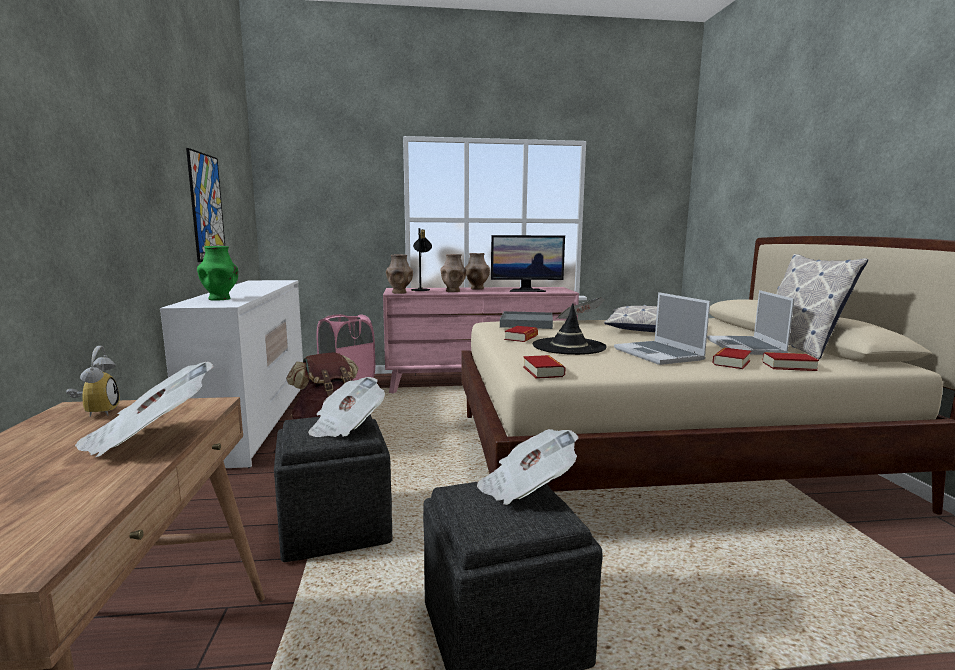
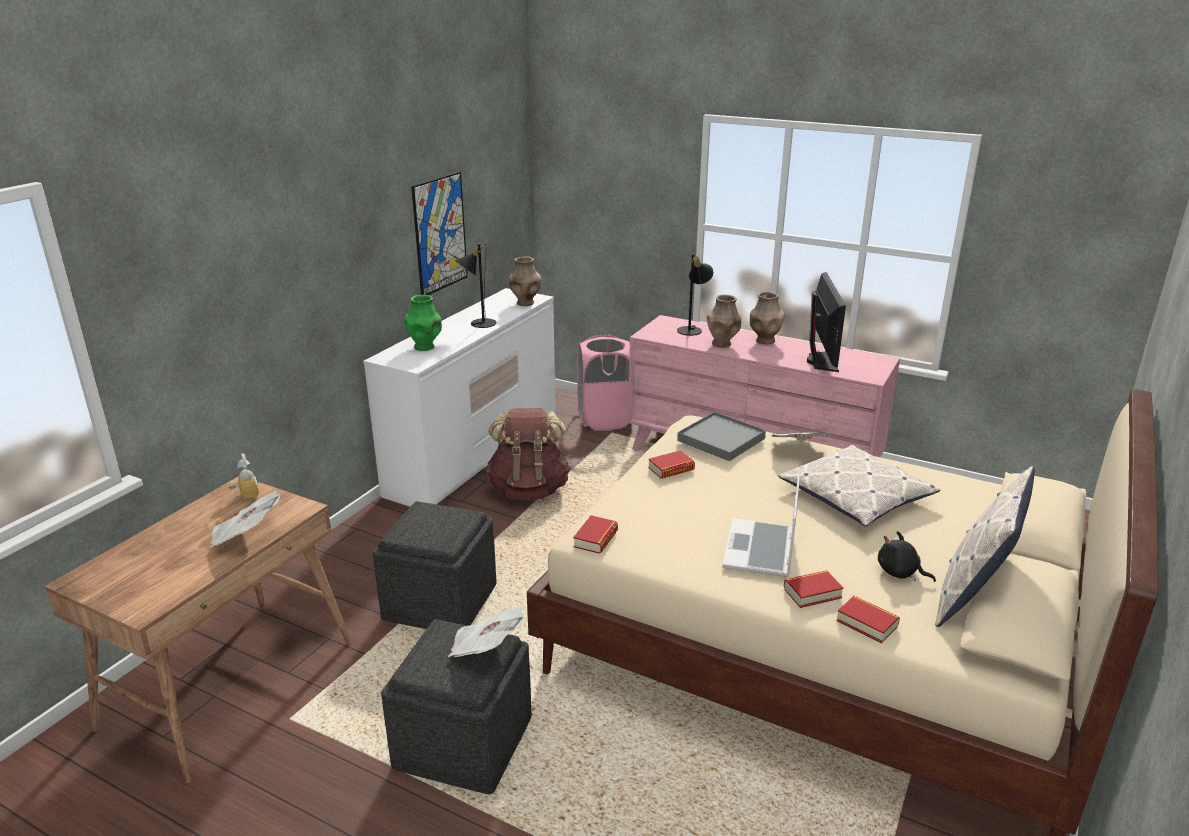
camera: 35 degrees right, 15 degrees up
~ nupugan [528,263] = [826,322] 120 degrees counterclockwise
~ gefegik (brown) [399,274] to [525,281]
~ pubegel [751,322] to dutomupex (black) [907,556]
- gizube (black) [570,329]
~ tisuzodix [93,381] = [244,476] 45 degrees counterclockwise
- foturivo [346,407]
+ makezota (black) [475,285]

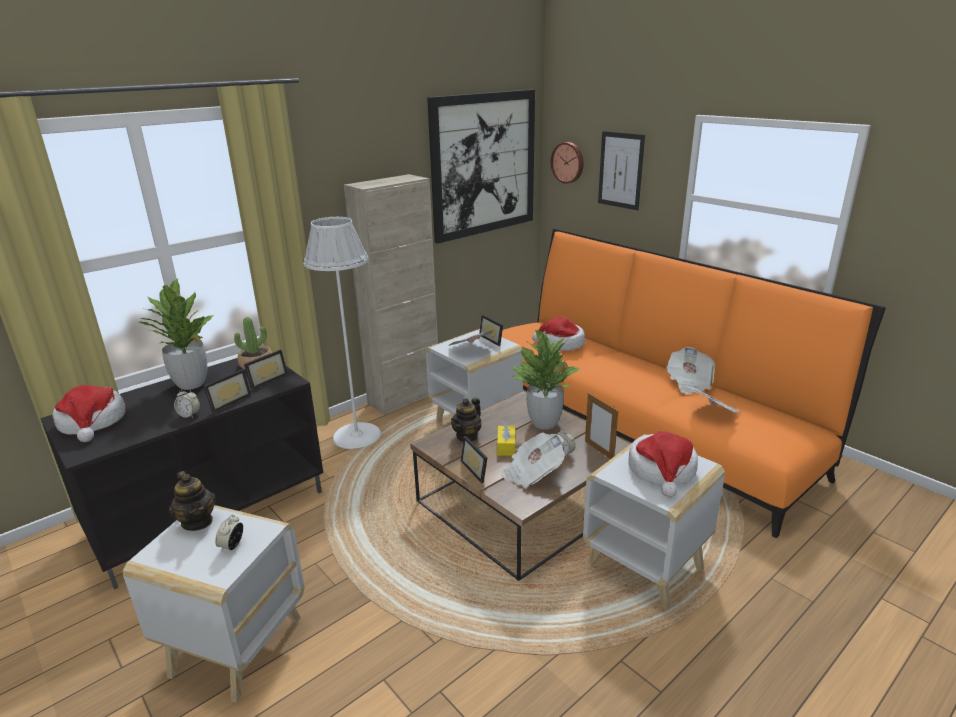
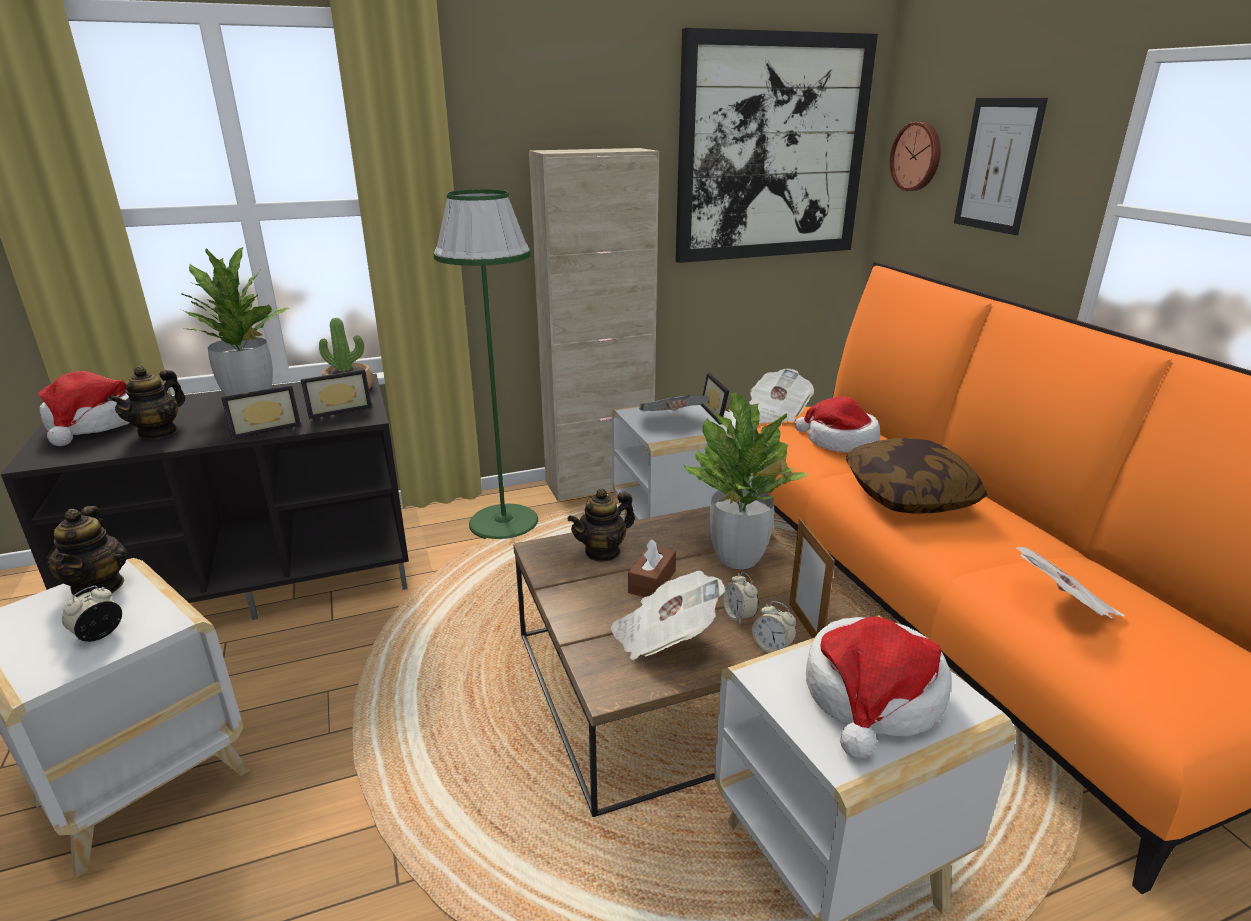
camera: 20 degrees right, 0 degrees up
~ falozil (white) [342,333] to falozil (green) [485,364]
~ foturivo [690,370] to [781,396]
~ tisuzodix [187,403] to [774,627]
~ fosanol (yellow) [506,439] to fosanol (brown) [652,568]
- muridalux [474,459]
+ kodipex [146,402]
+ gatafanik [917,476]

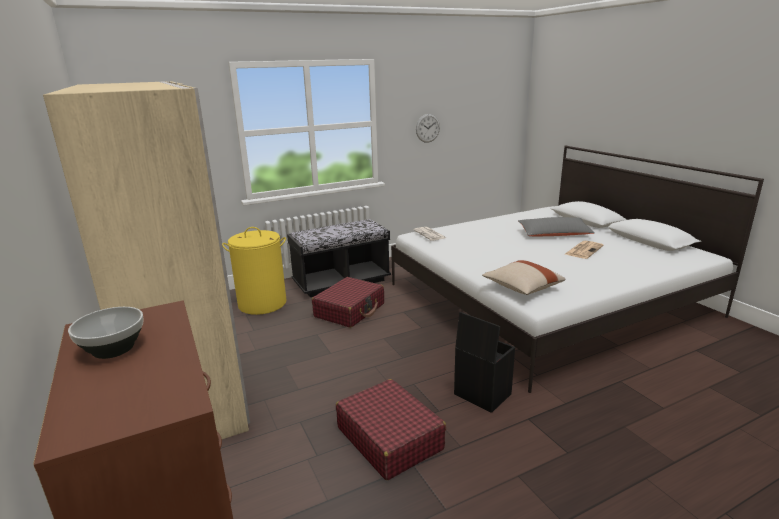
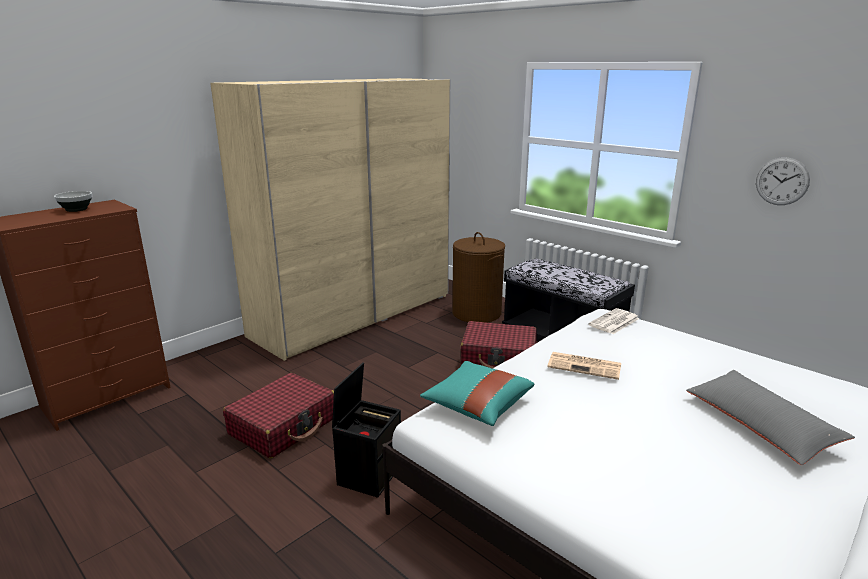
camera: 70 degrees right, 0 degrees up
~ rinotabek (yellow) [254,271] to rinotabek (brown) [478,277]
~ foturivo [584,250] to [584,366]
~ gatafanik (beige) [523,277] to gatafanik (turquoise) [477,393]

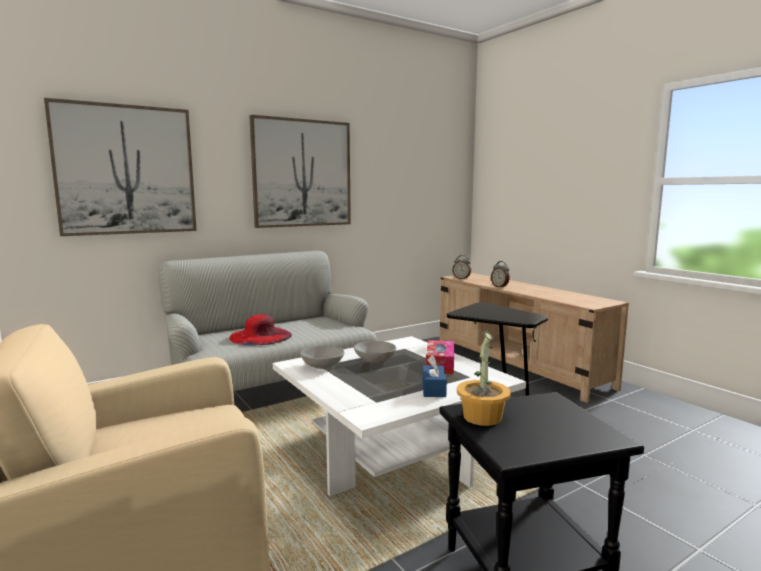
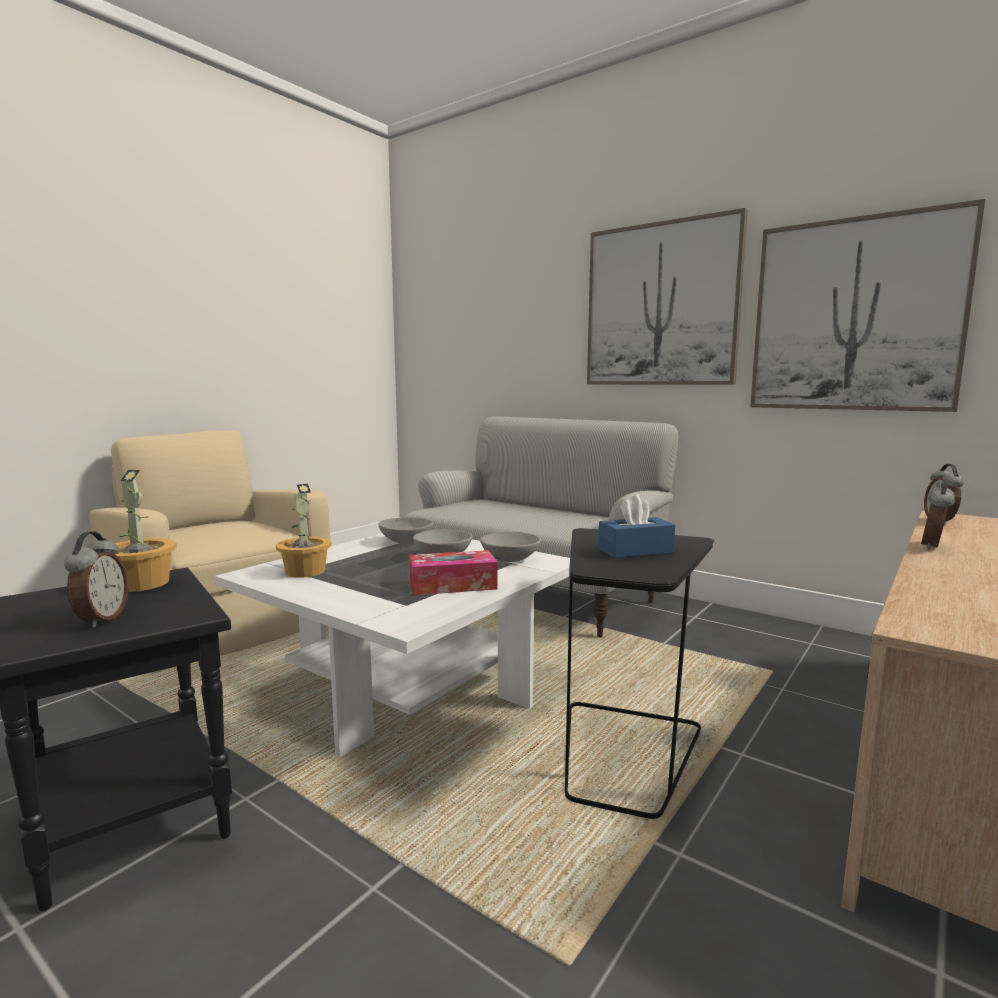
camera: 70 degrees right, 0 degrees up
~ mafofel [120,167] to [867,305]
- gizube (red) [260,330]
~ fosanol (blue) [434,376] to [636,526]
+ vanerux [304,531]
+ tisuzodix [96,579]
+ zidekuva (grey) [510,546]

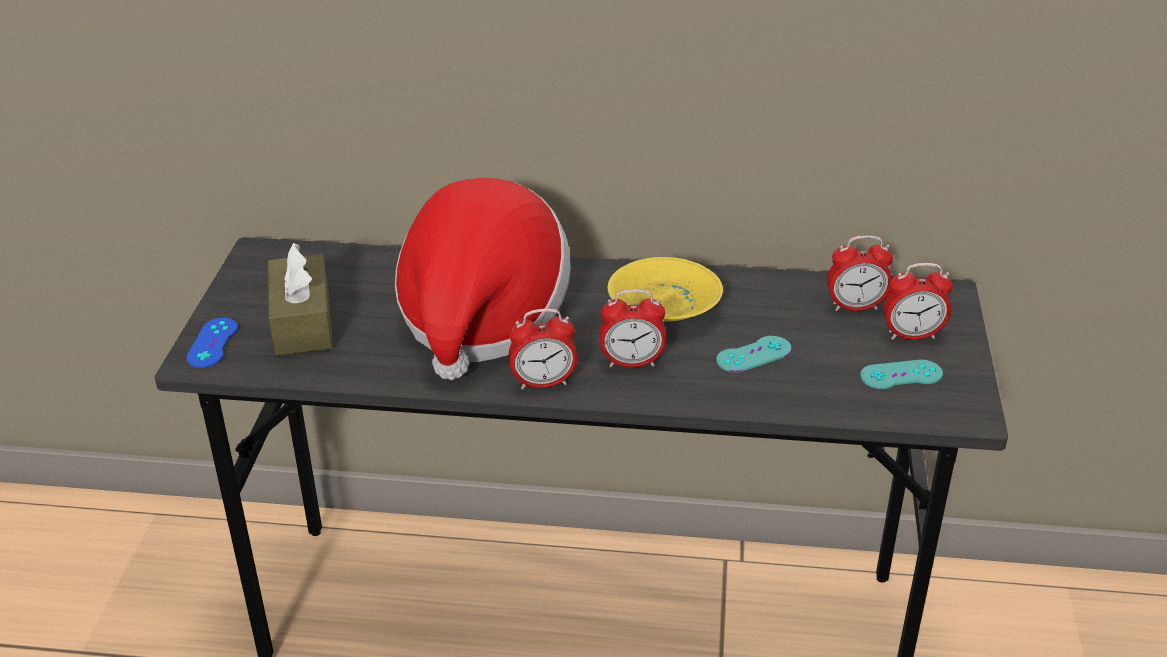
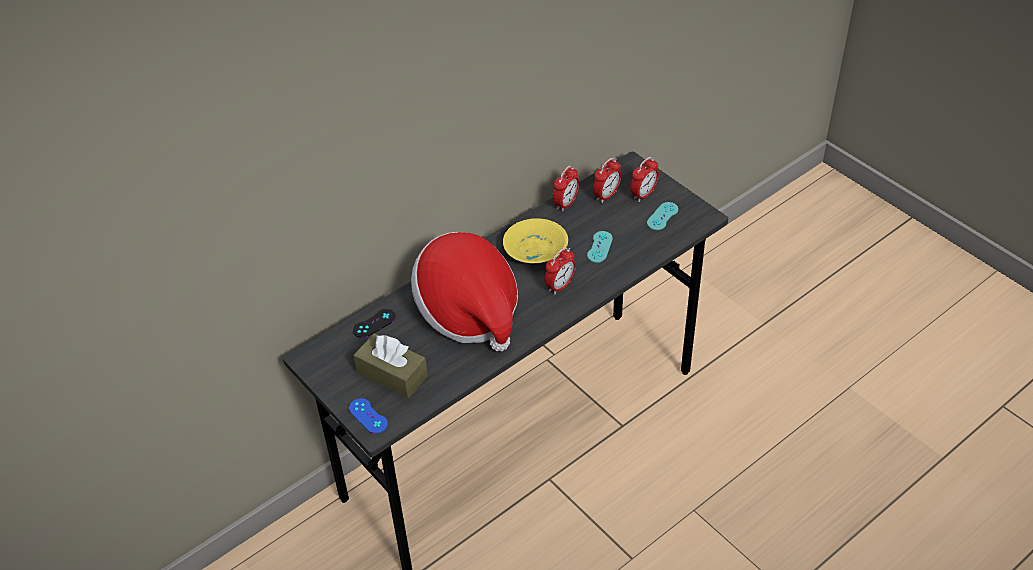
camera: 45 degrees left, 10 degrees up
~ tisuzodix [543,349] to [566,188]
+ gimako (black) [374,323]

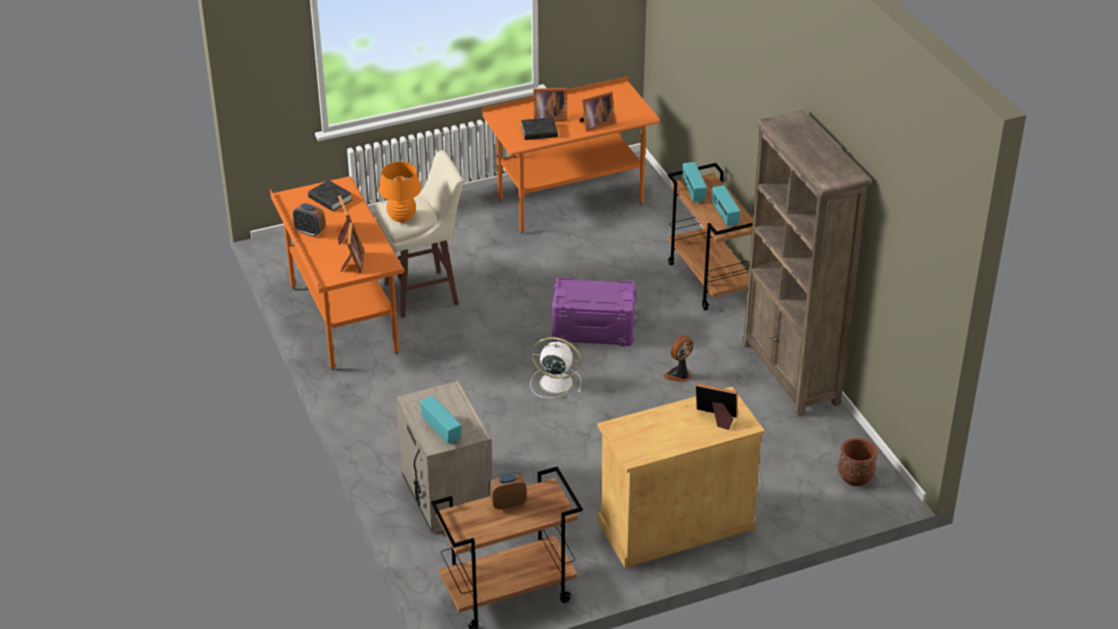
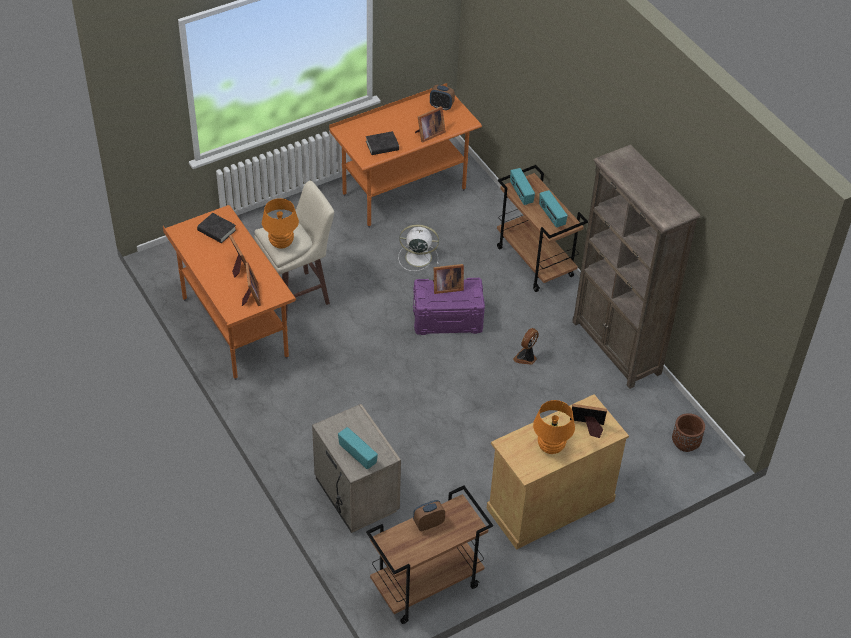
camera: 10 degrees left, 10 degrees up
~ muridalux [550,104] to [448,279]
~ tisuzodix [309,220] to [442,97]
~ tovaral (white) [555,367] to [419,248]
+ makezota (orange) [554,427]

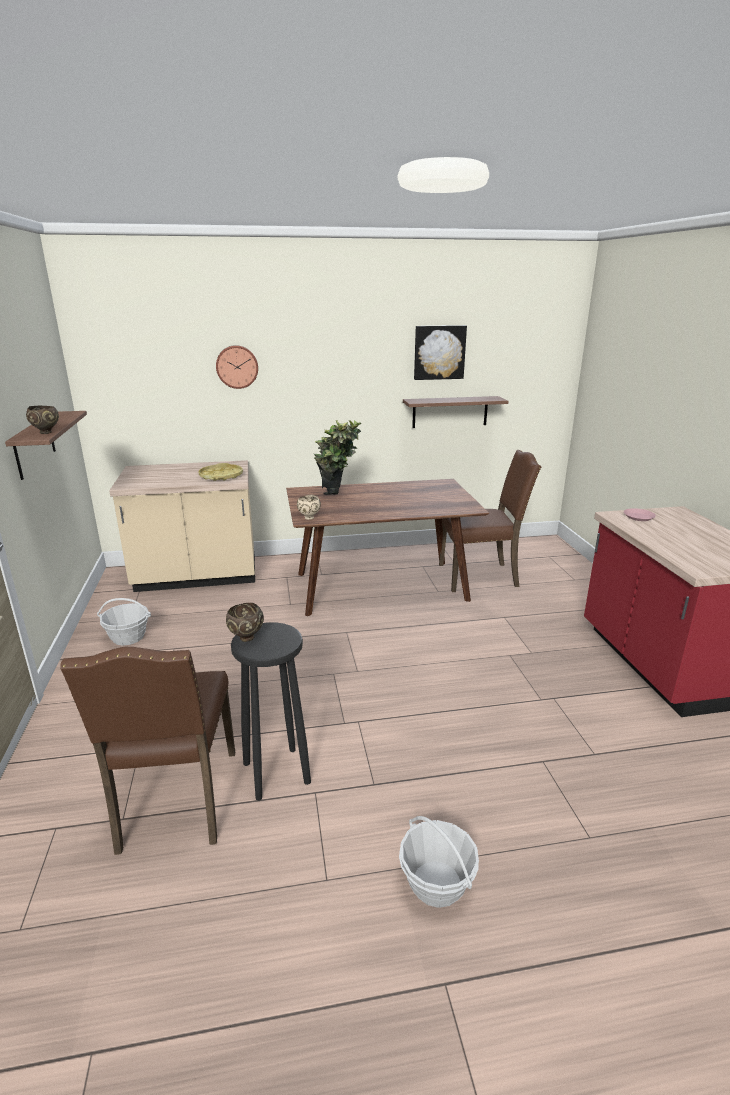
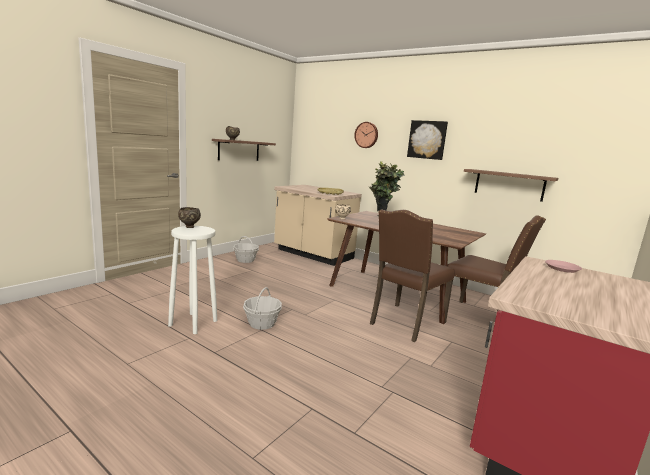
camera: 45 degrees right, 10 degrees down
~ mafofel [440,352] to [427,140]
~ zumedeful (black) [271,711] to zumedeful (white) [192,280]
~ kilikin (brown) [147,751] to [412,275]
~ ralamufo [439,862] to [262,308]

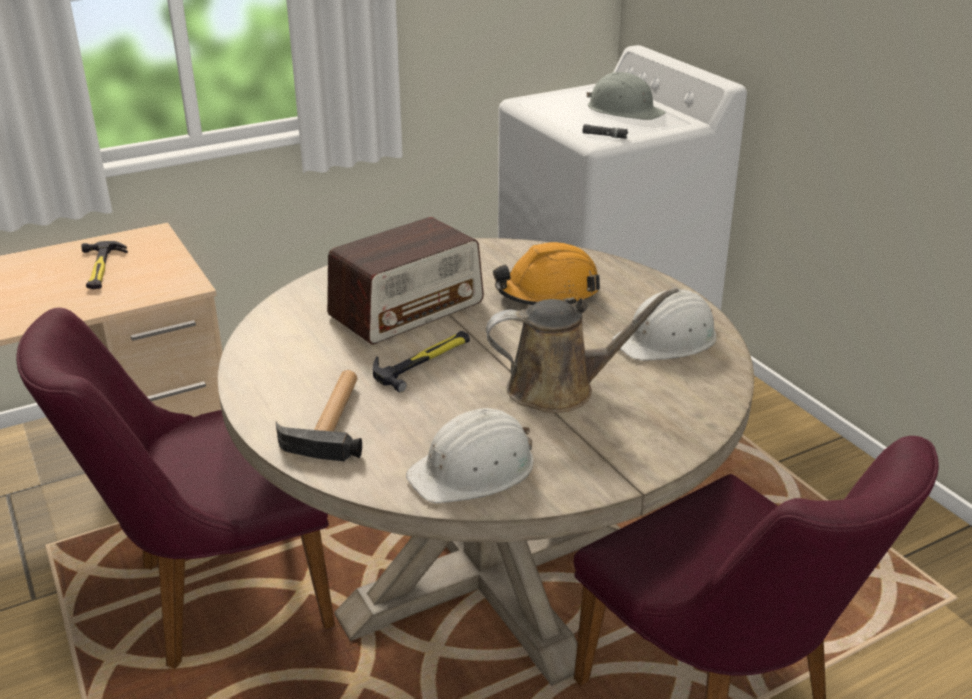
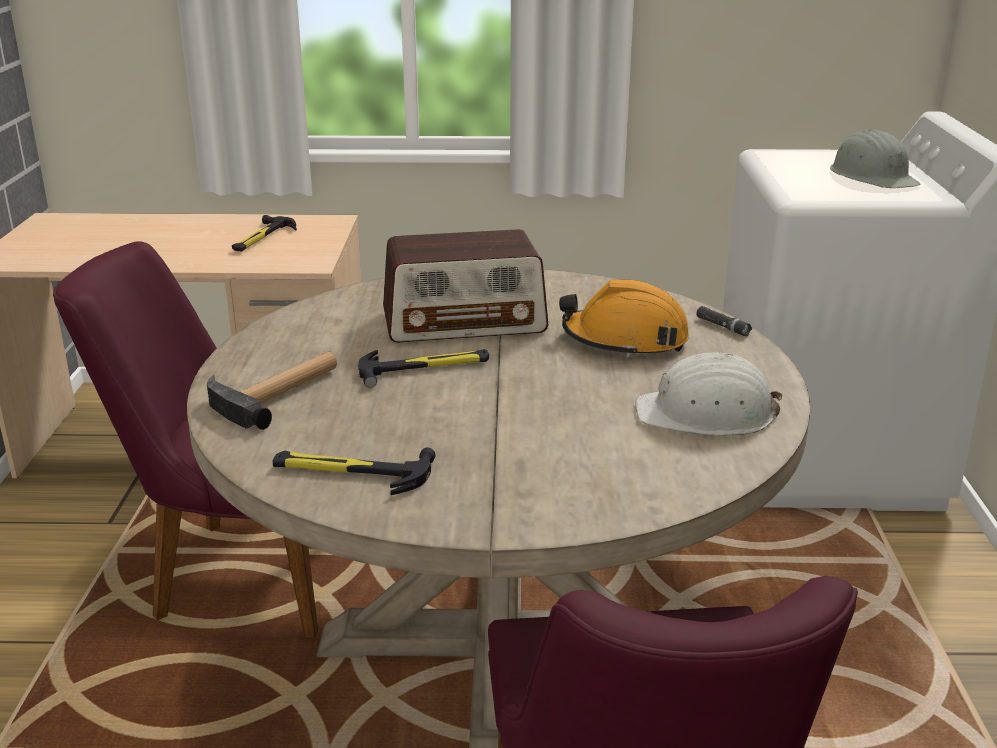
camera: 30 degrees right, 5 degrees down
~ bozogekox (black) [605,131] to [724,321]
- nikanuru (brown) [582,350]
~ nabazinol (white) [470,455] to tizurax [354,471]

